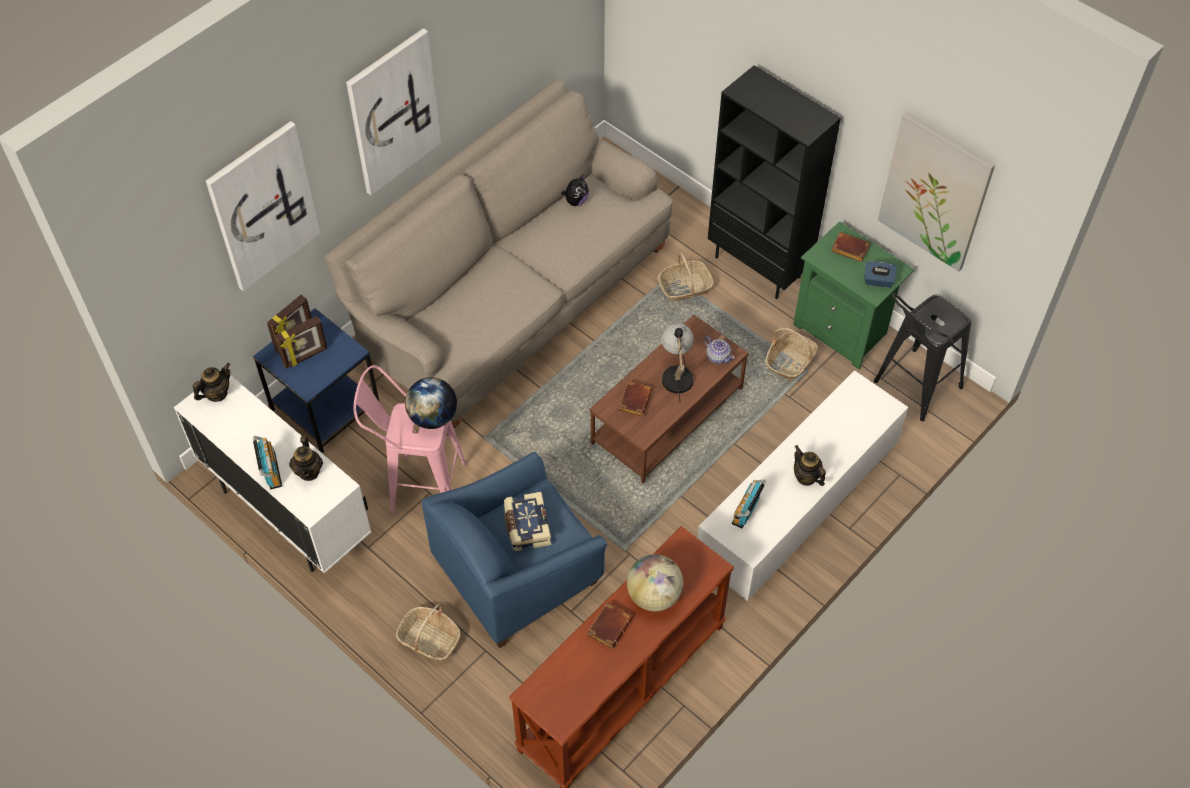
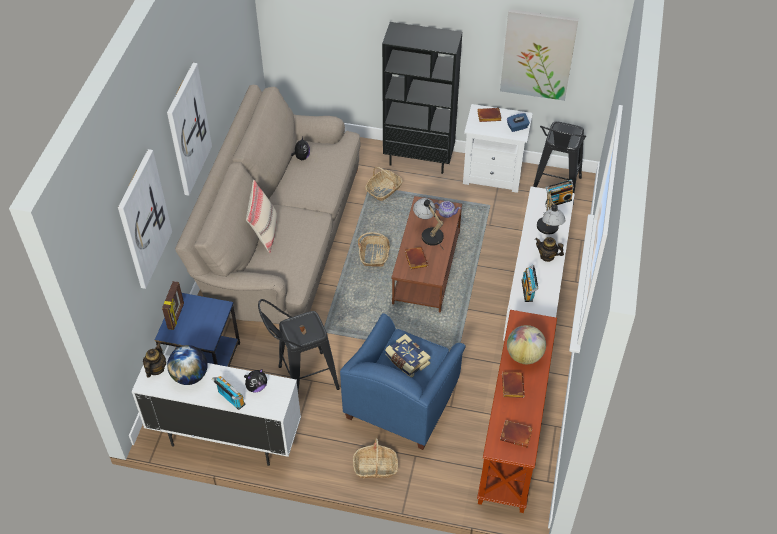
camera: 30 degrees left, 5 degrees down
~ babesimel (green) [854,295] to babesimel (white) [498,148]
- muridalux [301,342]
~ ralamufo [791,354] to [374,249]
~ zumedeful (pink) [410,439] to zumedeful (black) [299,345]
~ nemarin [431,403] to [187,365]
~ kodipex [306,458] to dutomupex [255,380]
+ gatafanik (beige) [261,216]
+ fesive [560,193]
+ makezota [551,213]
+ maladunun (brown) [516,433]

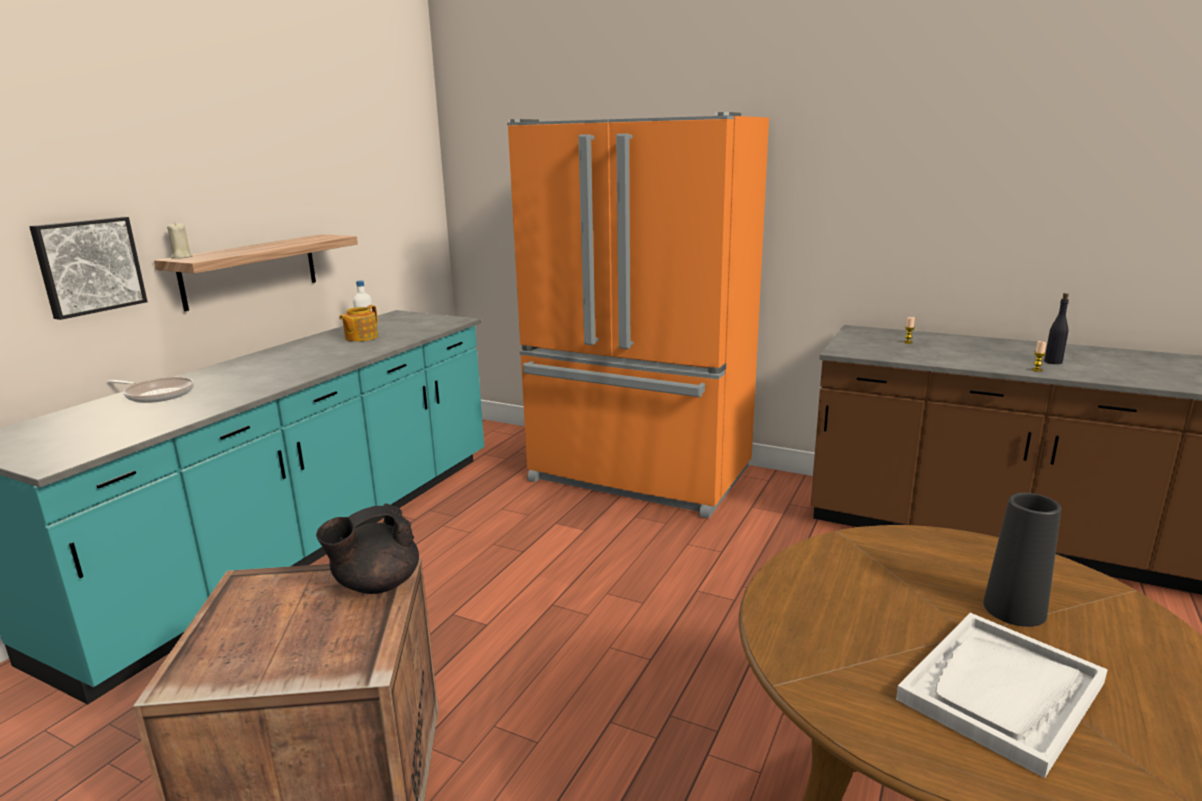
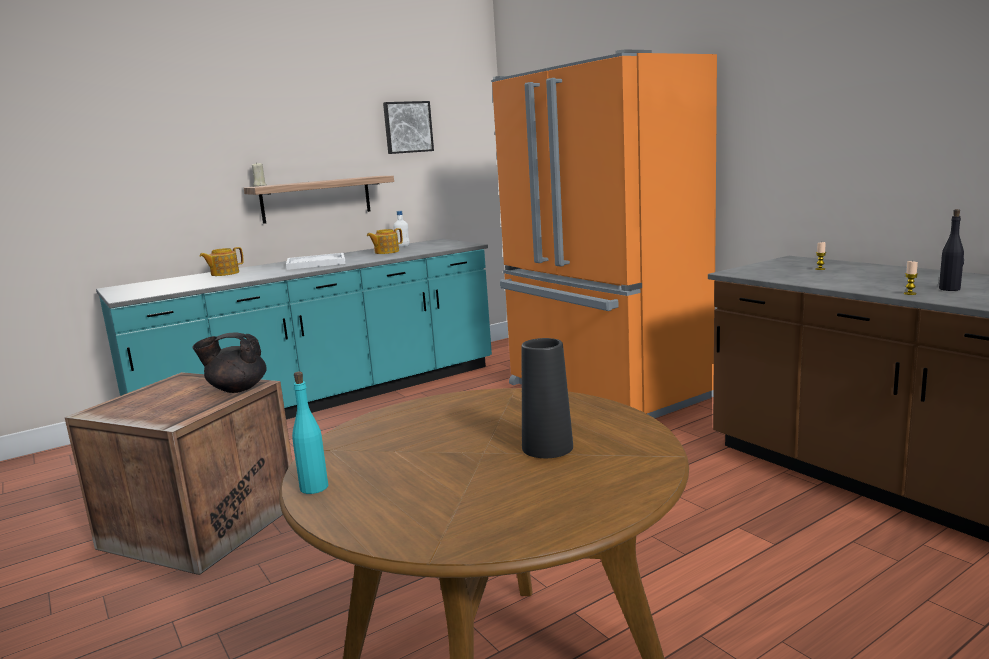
camera: 30 degrees right, 5 degrees down
~ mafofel [88,268] to [408,127]
~ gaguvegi [151,390] to kodipex [221,261]
~ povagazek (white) [1002,695] to [316,261]
+ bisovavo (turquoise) [310,433]

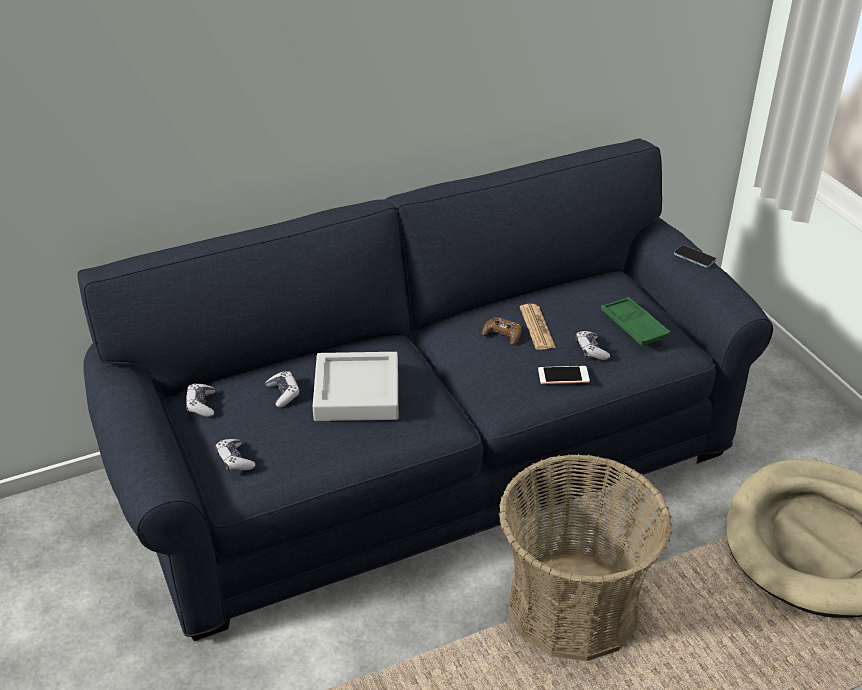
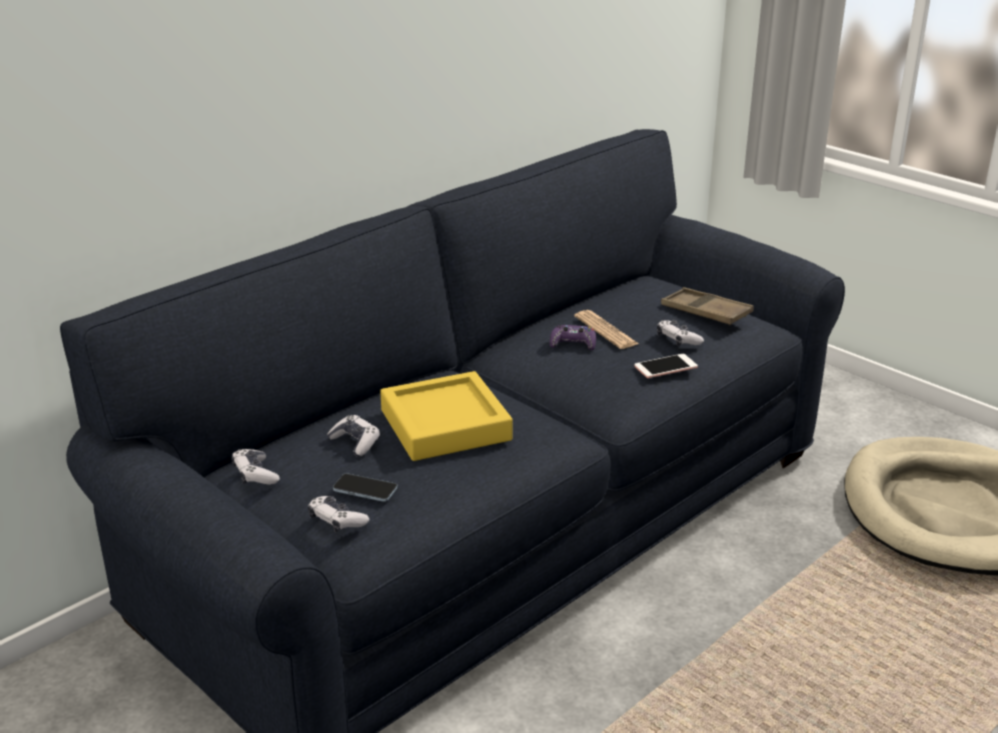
camera: 20 degrees left, 10 degrees down
~ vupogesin [695,256] to [365,487]
~ povagazek (green) [635,321] to povagazek (brown) [707,306]
~ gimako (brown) [502,331] to gimako (purple) [573,337]
~ povagazek (grey) [355,386] to povagazek (yellow) [446,416]
- ralamufo [585,557]

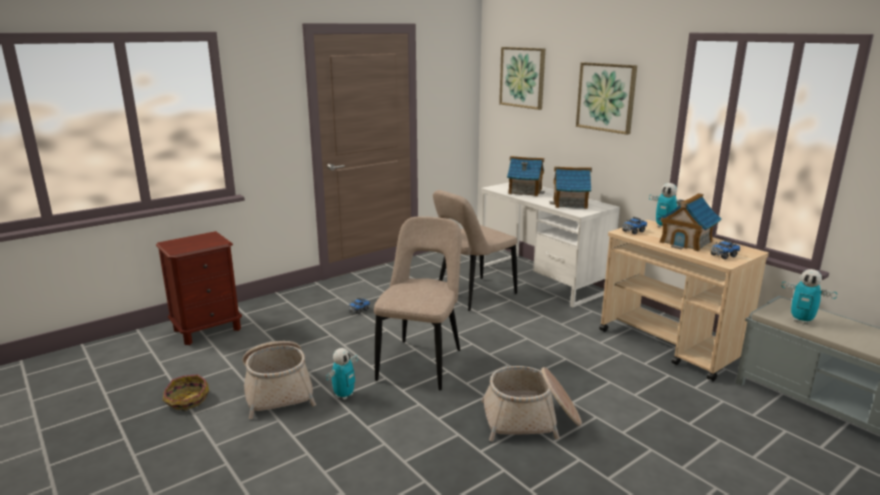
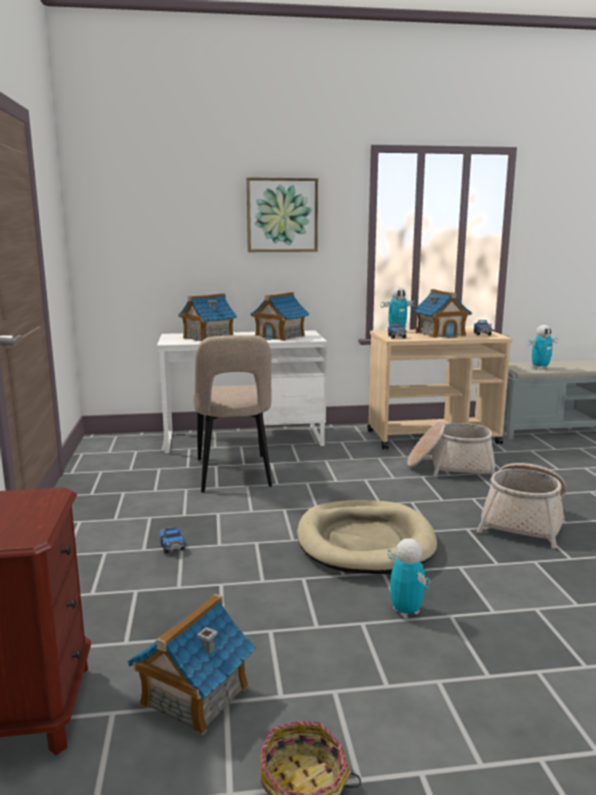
camera: 60 degrees left, 5 degrees down
- mafofel [522,78]
~ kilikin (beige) [418,303] to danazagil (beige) [367,537]
~ ralamufo [279,380] to [451,449]
+ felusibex [191,664]

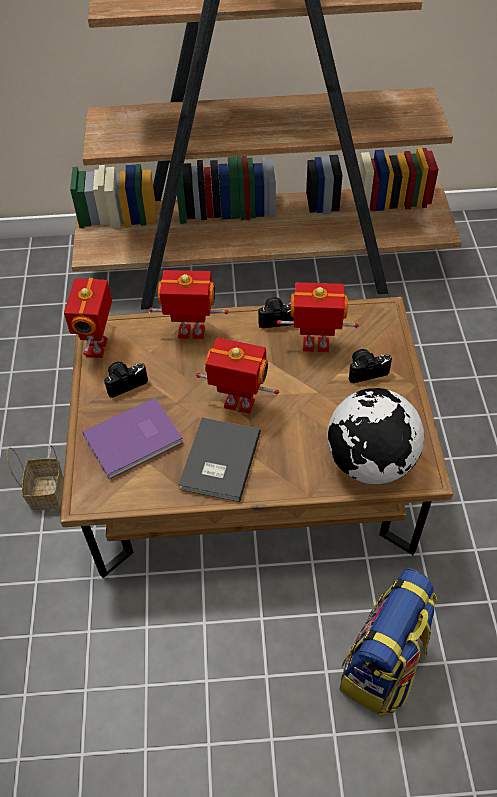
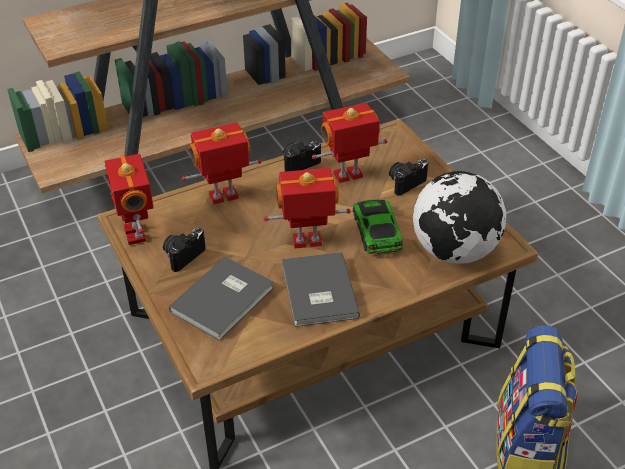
camera: 25 degrees left, 10 degrees down
~ maladunun (purple) [133,439] to maladunun (grey) [221,298]
- ralamufo [35,477]
+ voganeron [378,226]

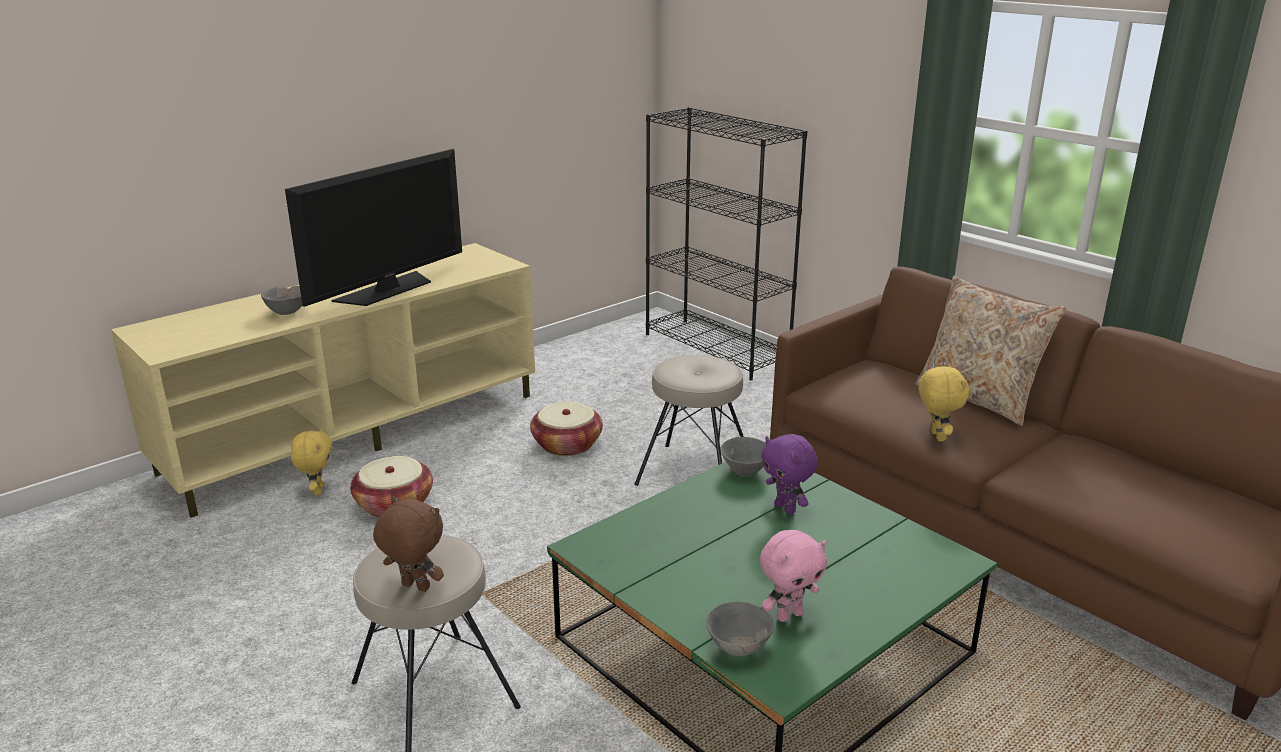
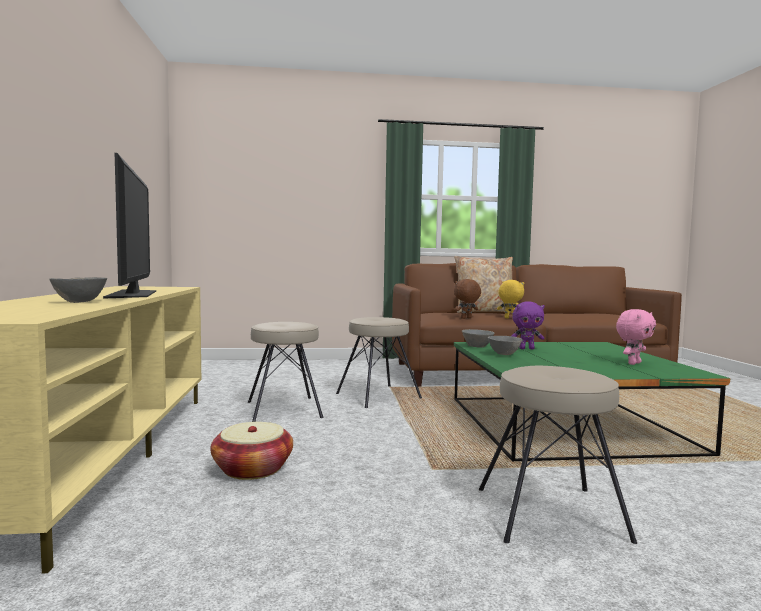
camera: 55 degrees left, 20 degrees down
- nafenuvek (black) [726,243]
~ ralamufo [566,428] to zumedeful (beige) [285,372]
- dutomupex (yellow) [311,461]
~ dutomupex (brown) [408,544] to [467,299]
~ dutomupex (pink) [793,576] = [636,337] 45 degrees clockwise
~ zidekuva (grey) [740,628] to [505,345]

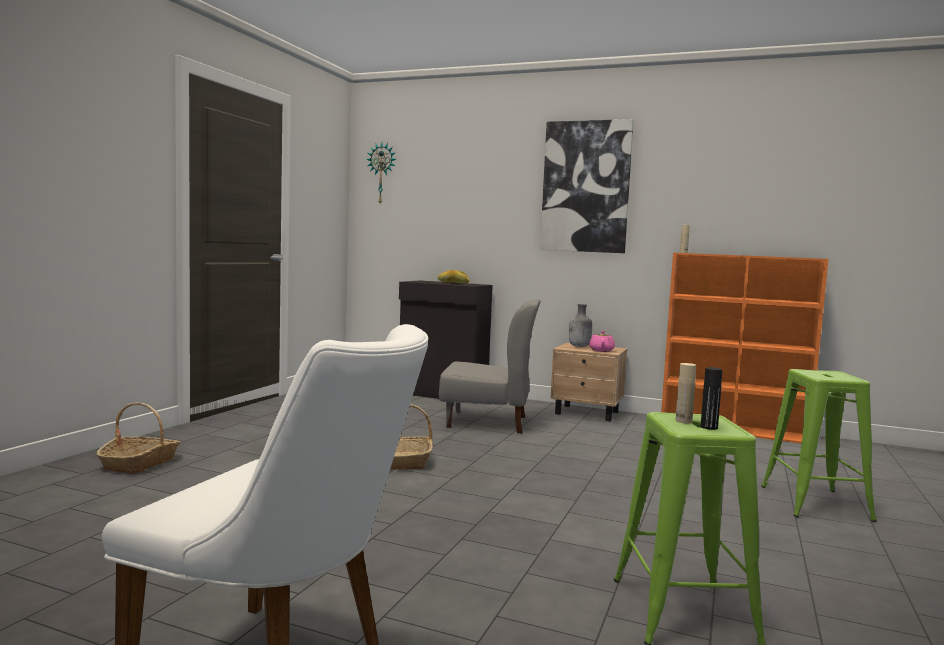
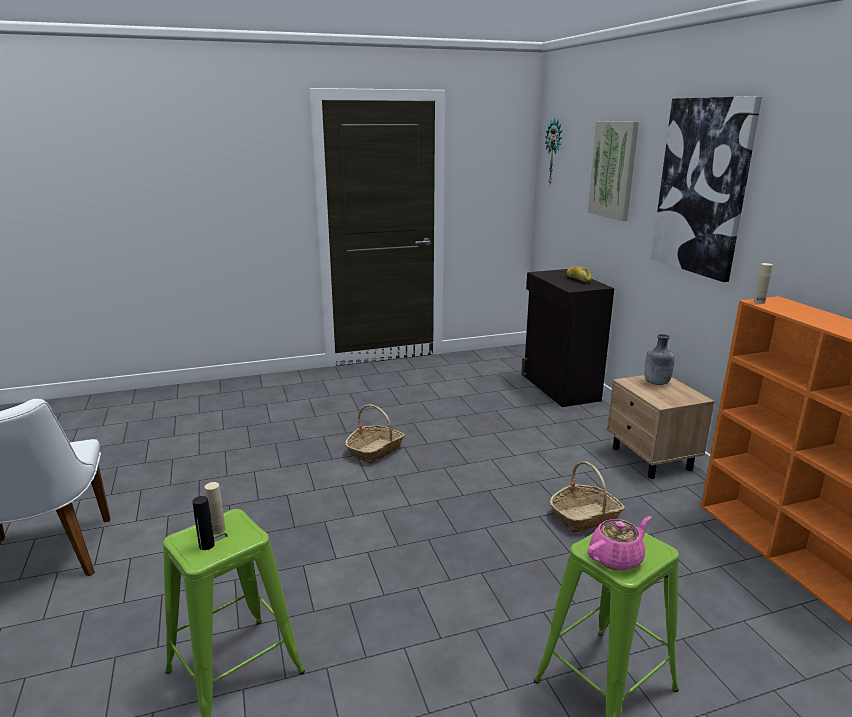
camera: 50 degrees right, 15 degrees up
- kilikin (grey) [489,366]
~ kodipex (pink) [602,341] to [619,543]
~ ralamufo [139,438] to [587,496]
+ mafofel [613,171]

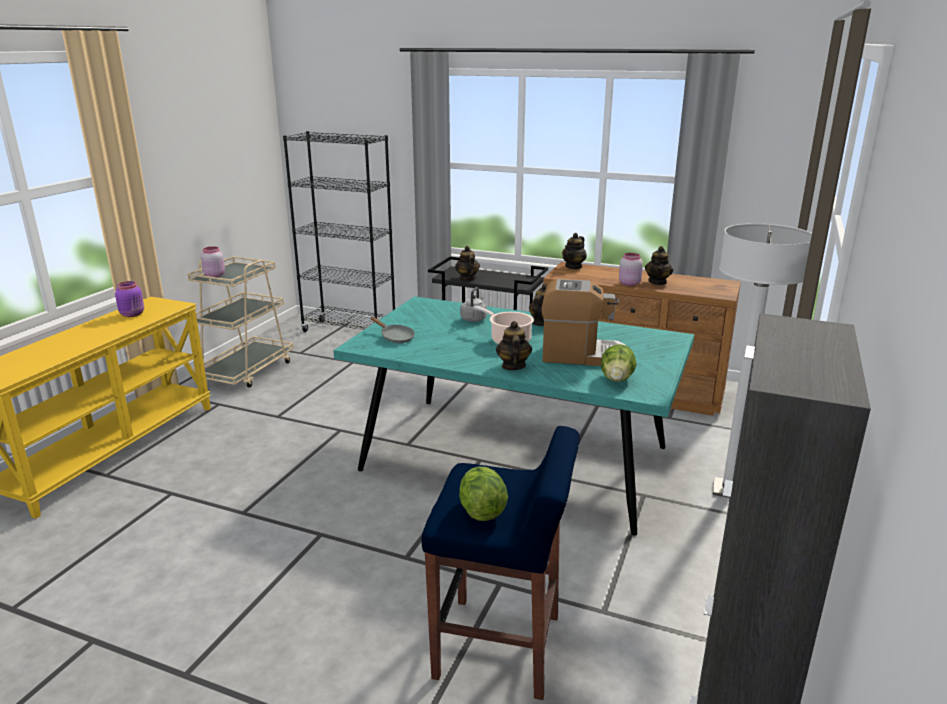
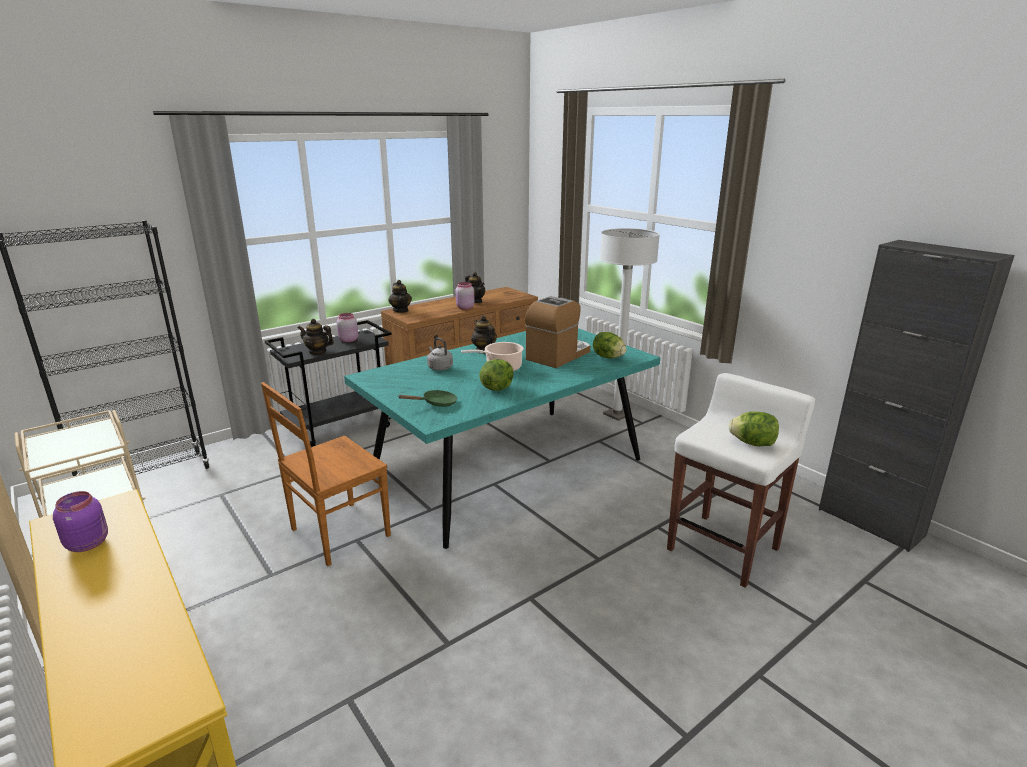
camera: 60 degrees left, 0 degrees up
~ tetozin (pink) [213,262] to [347,327]
~ gaguvegi (grey) [392,330] to gaguvegi (green) [427,398]
- kodipex [514,345]
~ zumedeful (blue) [501,563] to zumedeful (white) [741,480]
+ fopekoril [496,375]
+ kilikin (brown) [326,474]

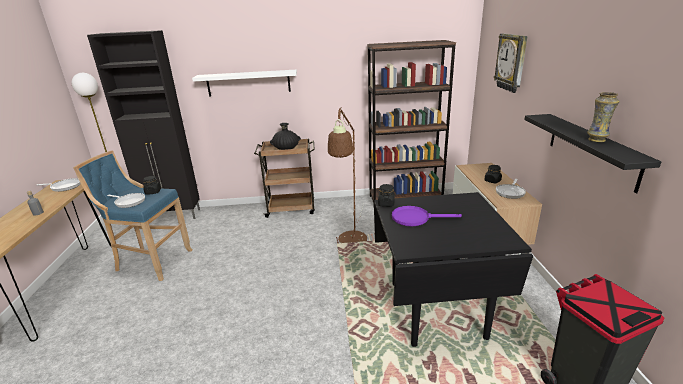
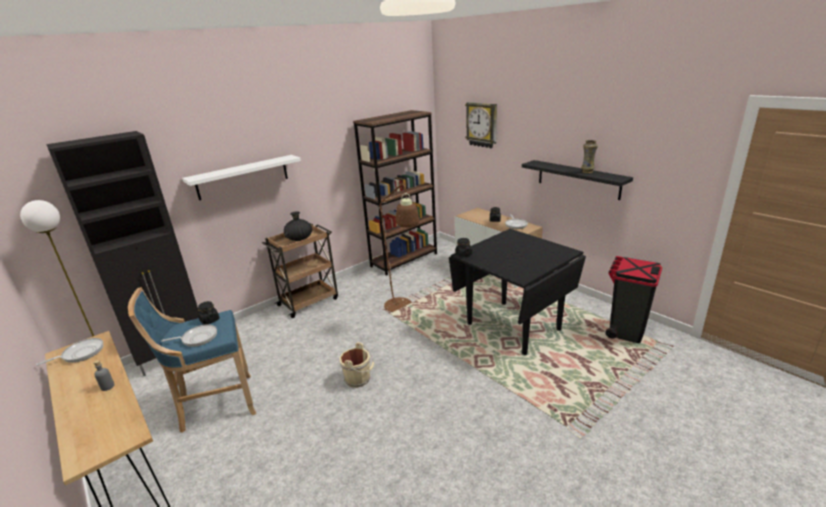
camera: 35 degrees left, 0 degrees up
- gaguvegi (purple) [427,216]
+ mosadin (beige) [356,365]

